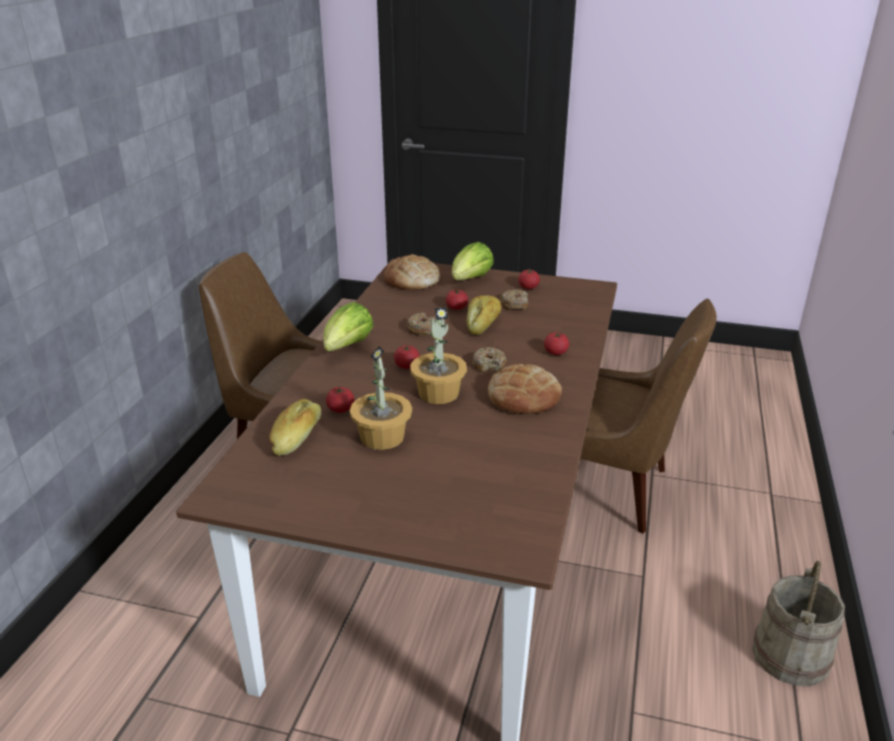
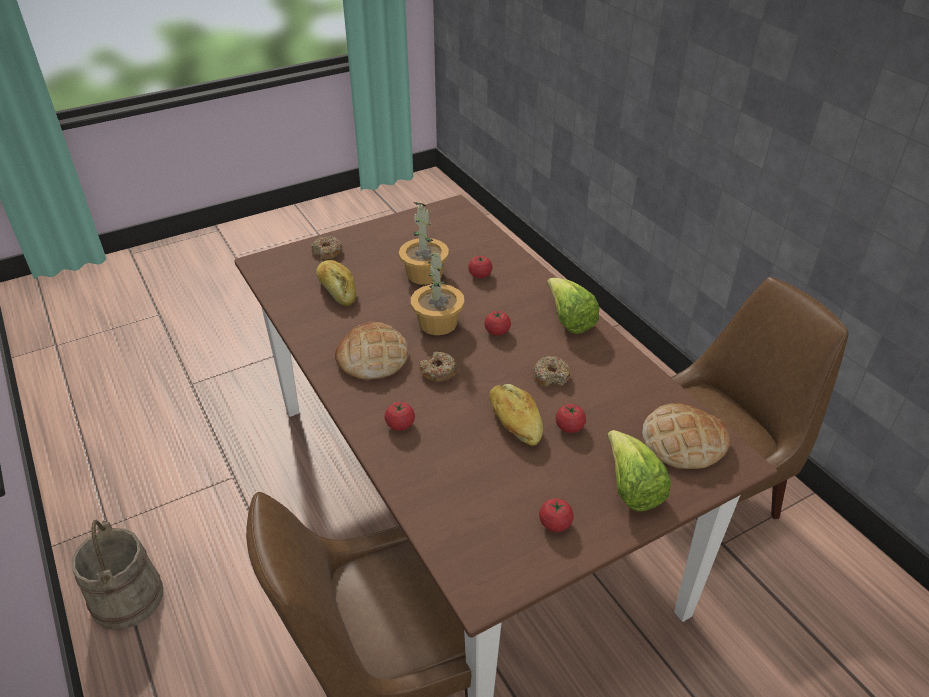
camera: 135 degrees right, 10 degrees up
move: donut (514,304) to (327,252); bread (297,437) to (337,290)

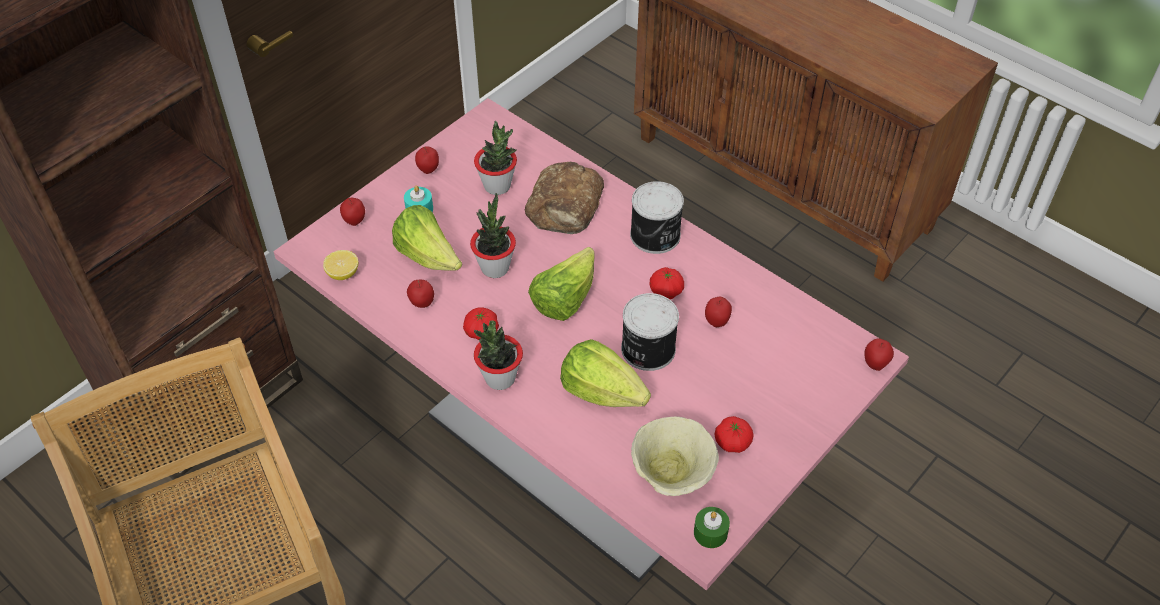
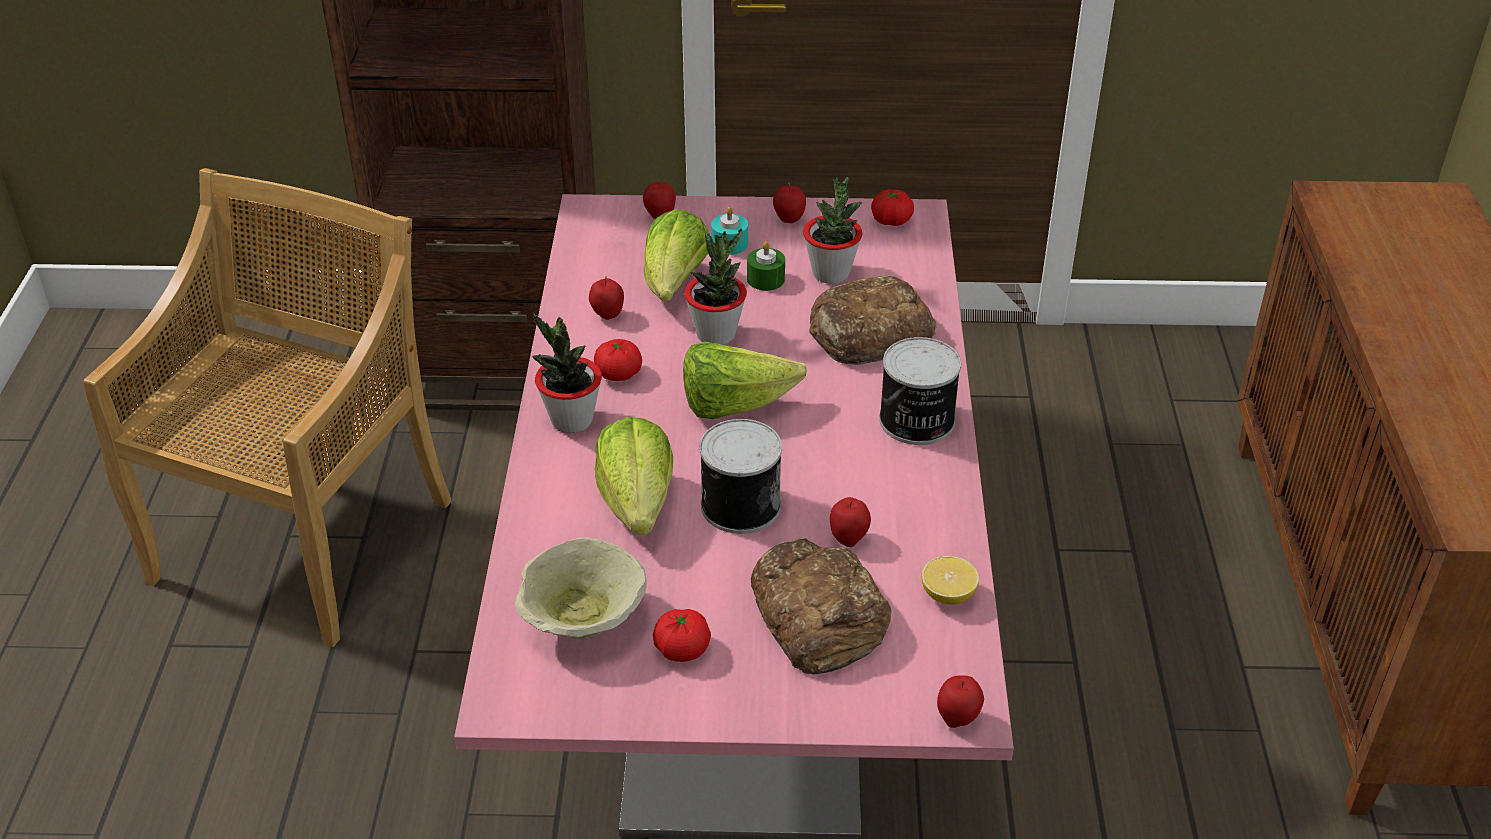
camera: 50 degrees right, 10 degrees down
insert: bread (818,616)
move: lemon (343,273) to (948,595); tomato (666,291) to (891,221); green_candle (710,532) to (766,279)

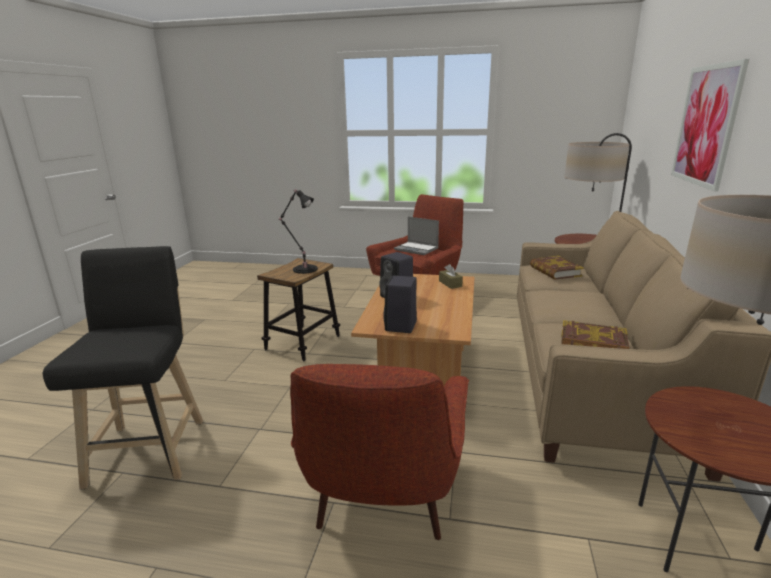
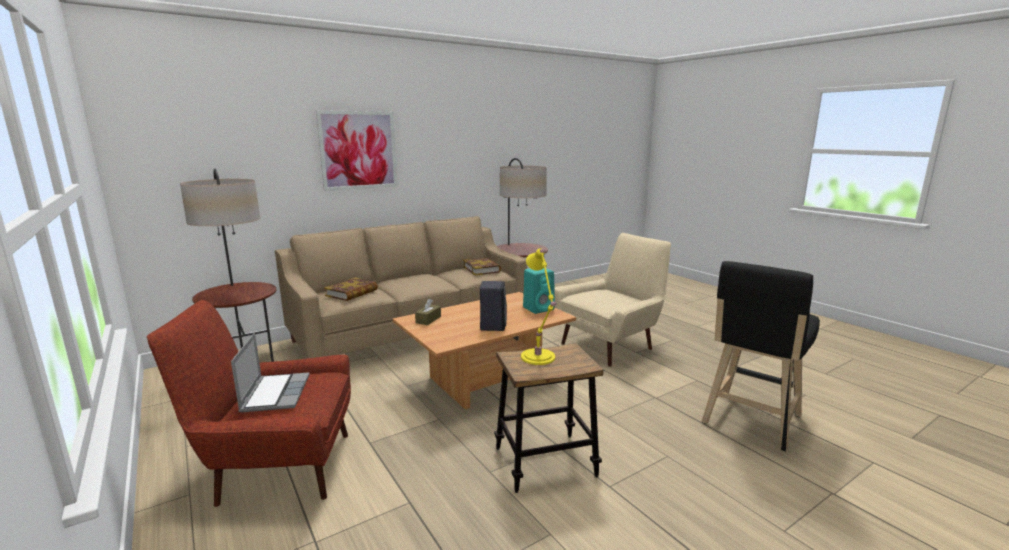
camera: 135 degrees left, 5 degrees down
recolor: black_table_lamp (303,269) to yellow_table_lamp (538,358); black_speaker (401,327) to turquoise_speaker (539,308); red_armchair (383,496) to beige_armchair (610,345)

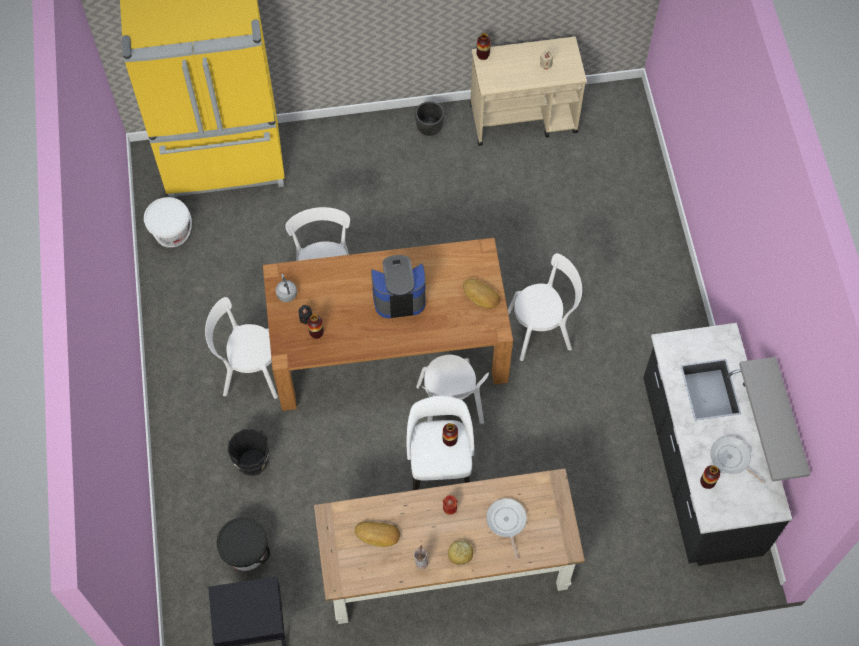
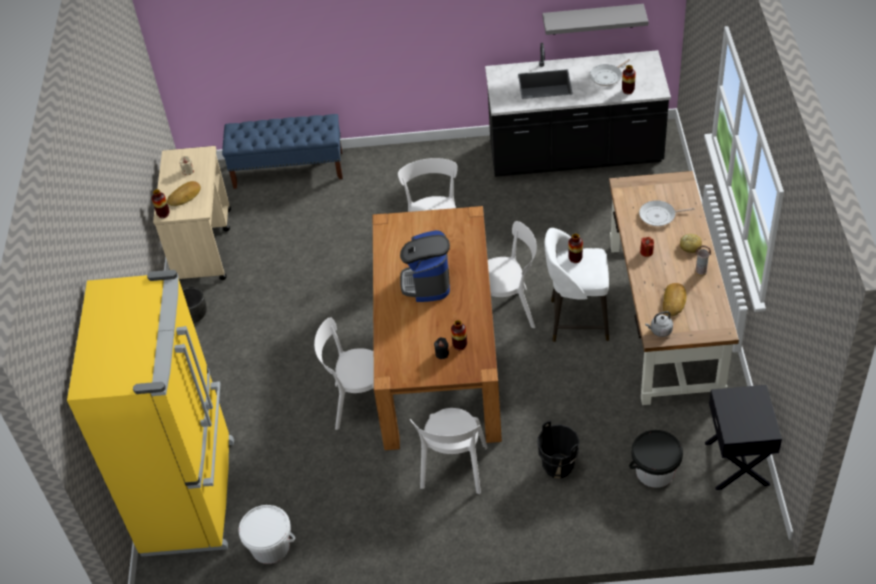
camera: 80 degrees left, 15 degrees down
insert: blue_bench (288,170)
move: grey_kettle (286,293) to (660,331); bread (480,295) to (185,196)

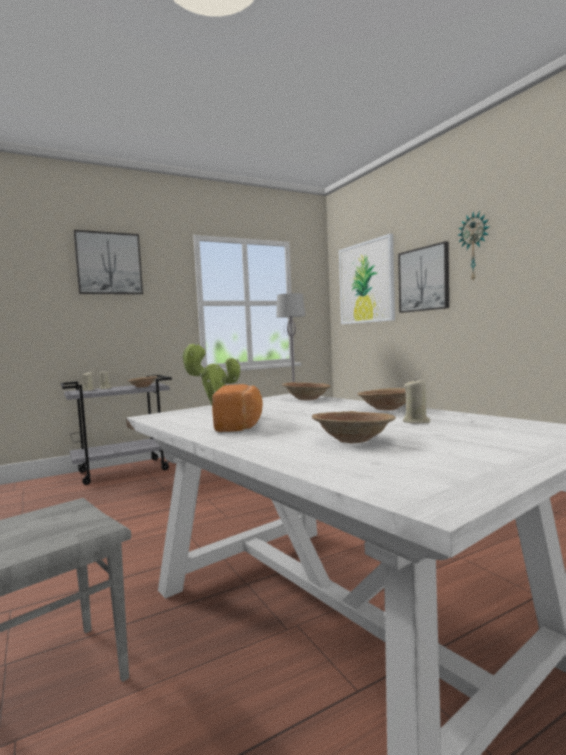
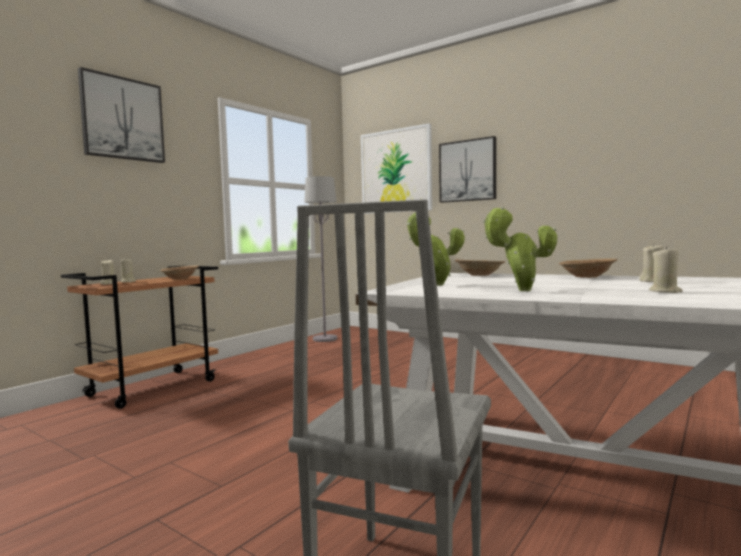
camera: 25 degrees left, 0 degrees up
delete: wall_clock (475,247)
replace: bread (241,425) to potted_plant (520,290); brown_bowl (353,440) to beige_candle (665,291)
recolor: grey_cart (124,470) to brown_cart (153,388)

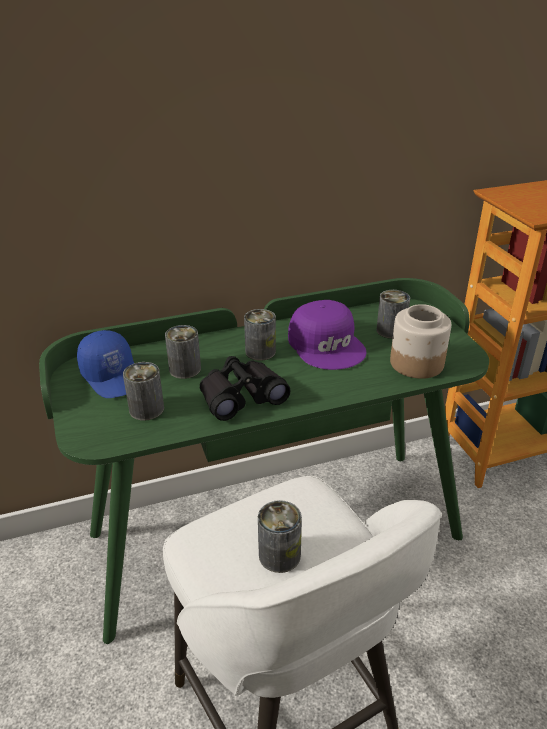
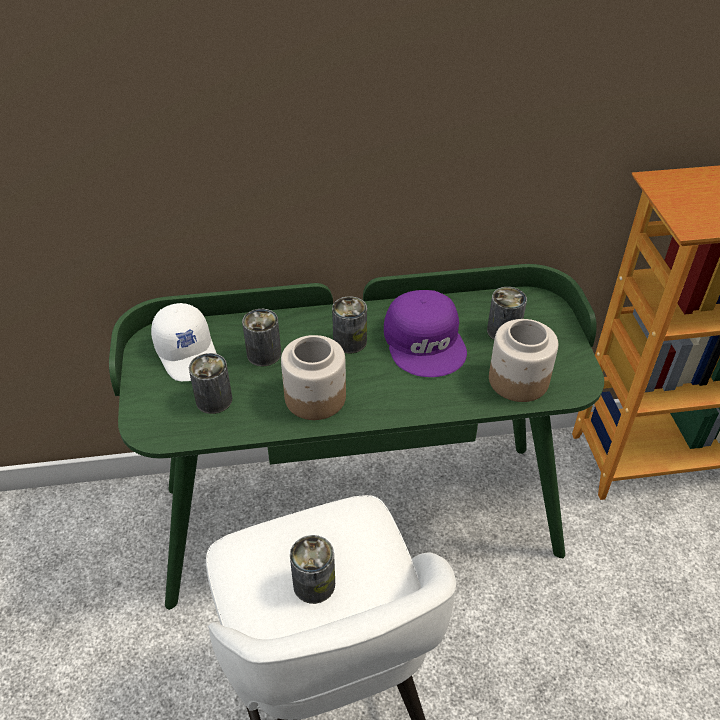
camera: 10 degrees right, 10 degrees up
replace: black_binoculars (241,397) to jar (314,398)
recolor: blue_cap (113,376) to white_cap (188,353)

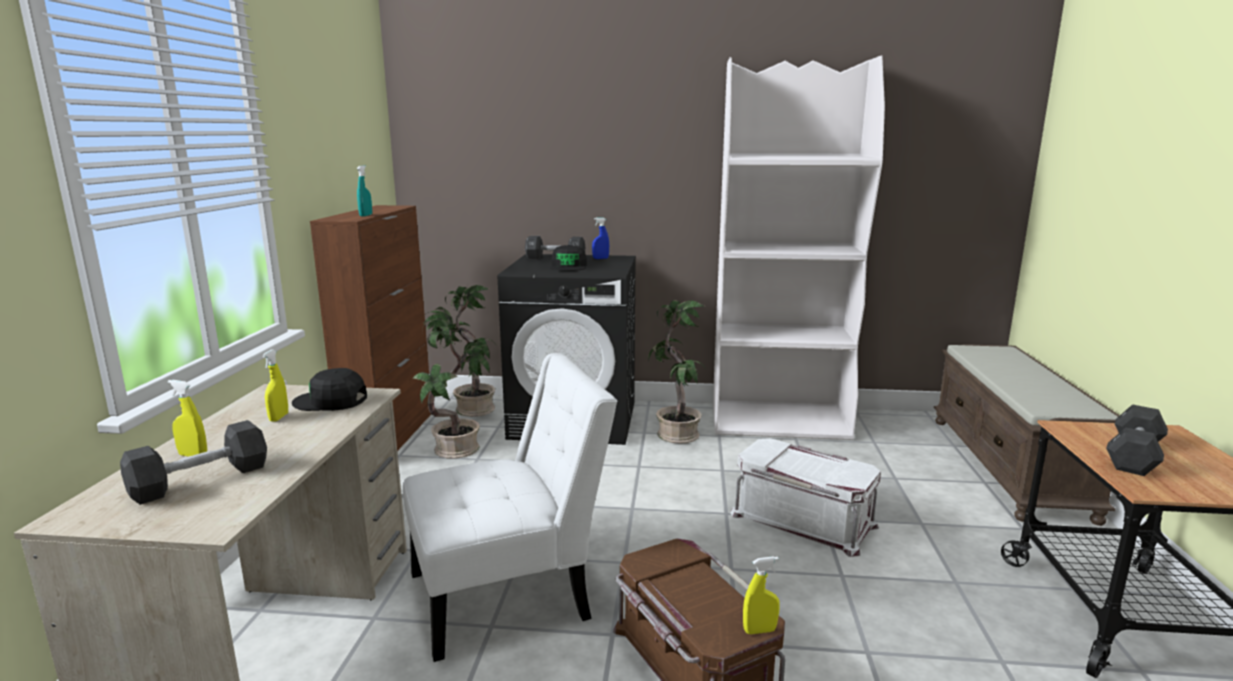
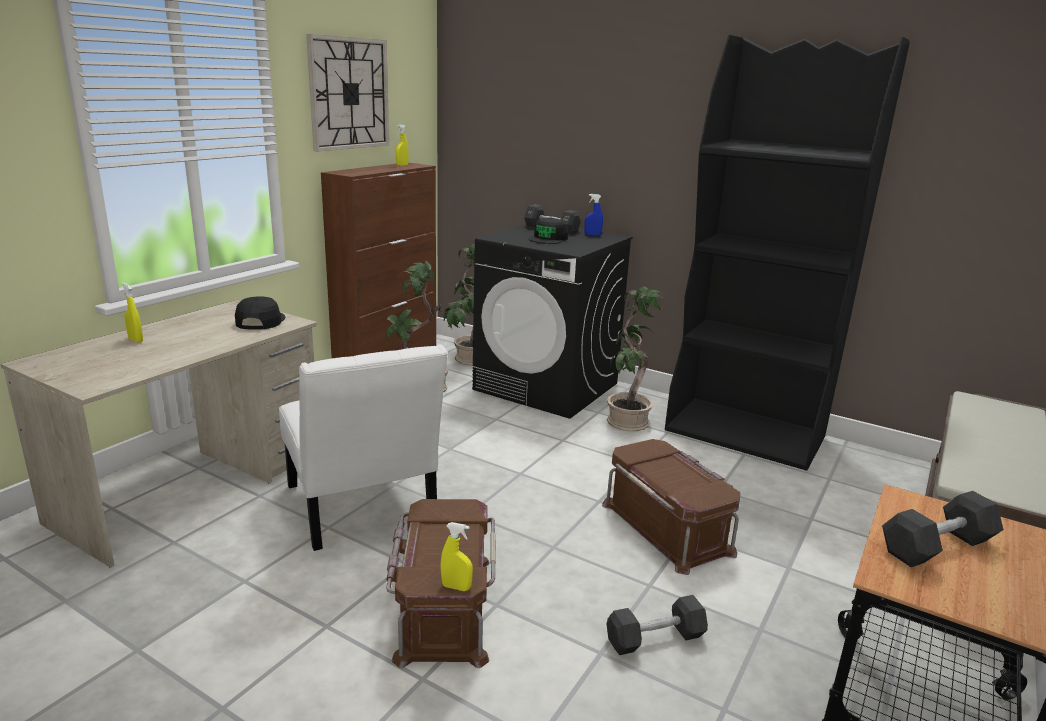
camera: 25 degrees right, 5 degrees up
delete: turquoise_spray_bottle (366,215)
insert: wall_clock (349,94)
move: yellow_spray_bottle (279,417) to (402,165); black_dumbbell (200,480) to (655,638)
recolor: white_bookcase (780,421) to black_bookcase (746,434); white_storage_box (803,519) to brown_storage_box (668,527)
rotate: white_chair (509,593) = (362,508) 60 degrees clockwise; black_cap (331,401) = (260,321) 60 degrees clockwise

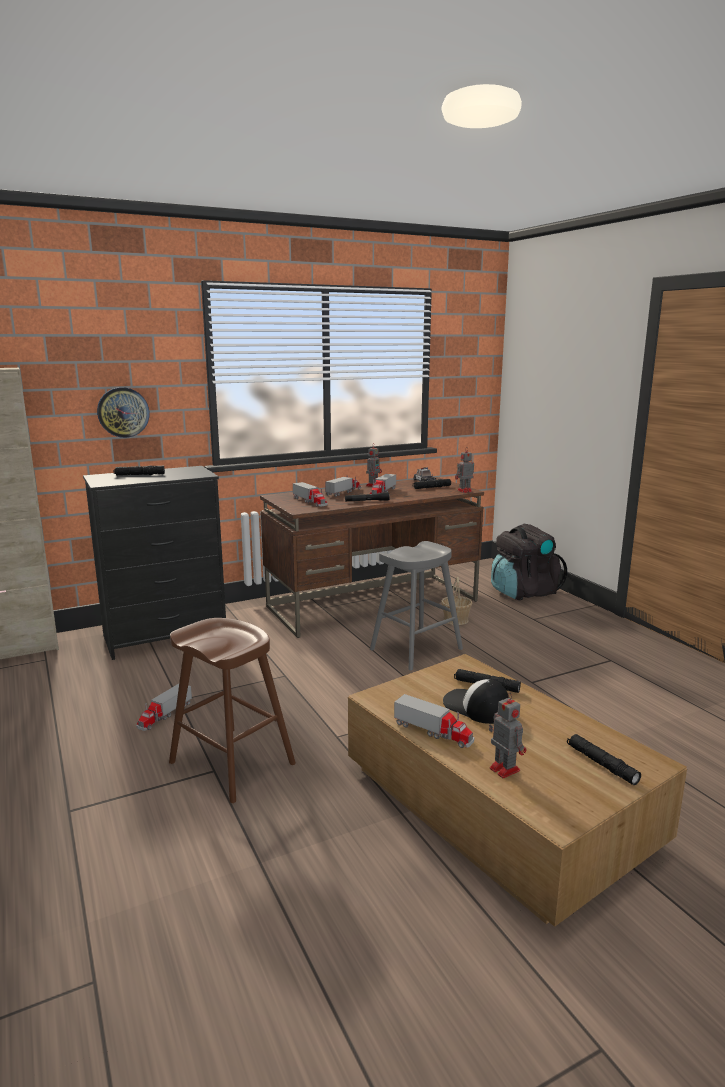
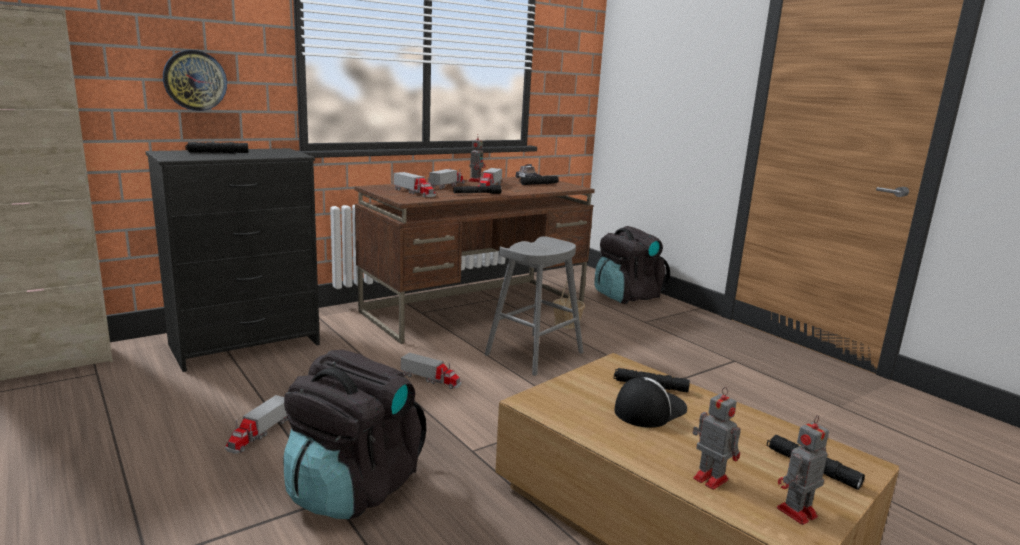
camera: 10 degrees left, 0 degrees up
move: toy_robot (464,491) to (795,513); toy_truck (434,732) to (431,379)
replace: brown_stool (231,763) to black_backpack (353,488)
rotate: cap (476,707) = (649,409) 105 degrees clockwise

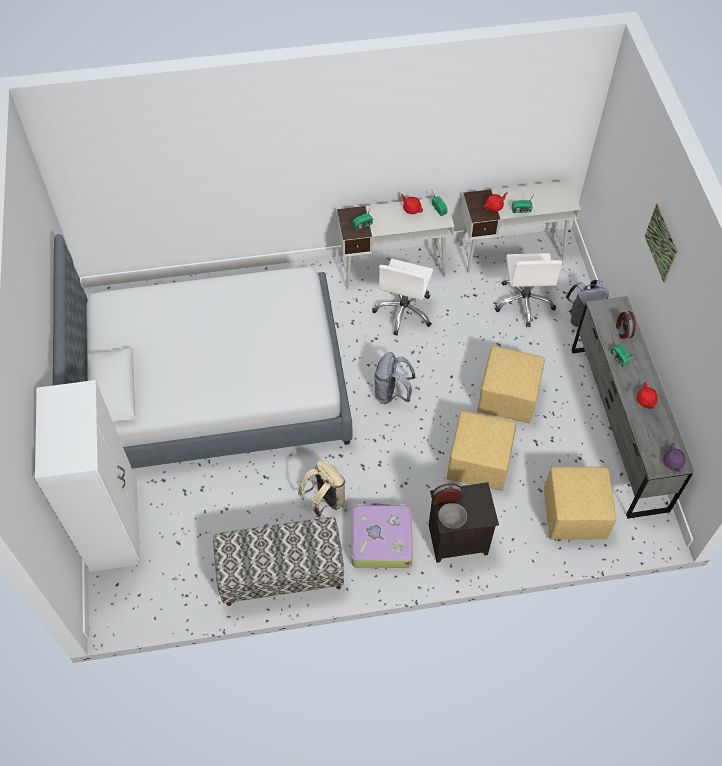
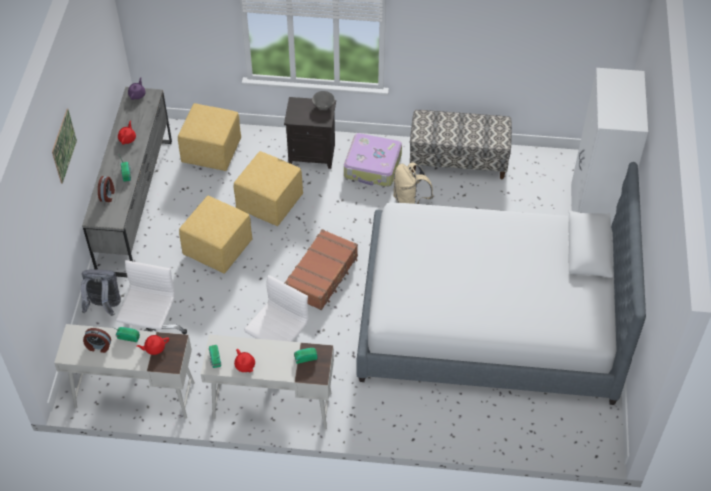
camera: 165 degrees left, 5 degrees down
move: alarm_clock (446,498) to (98,346)
replace: grey_backpack (392,393) to brown_suitcase (322,275)

